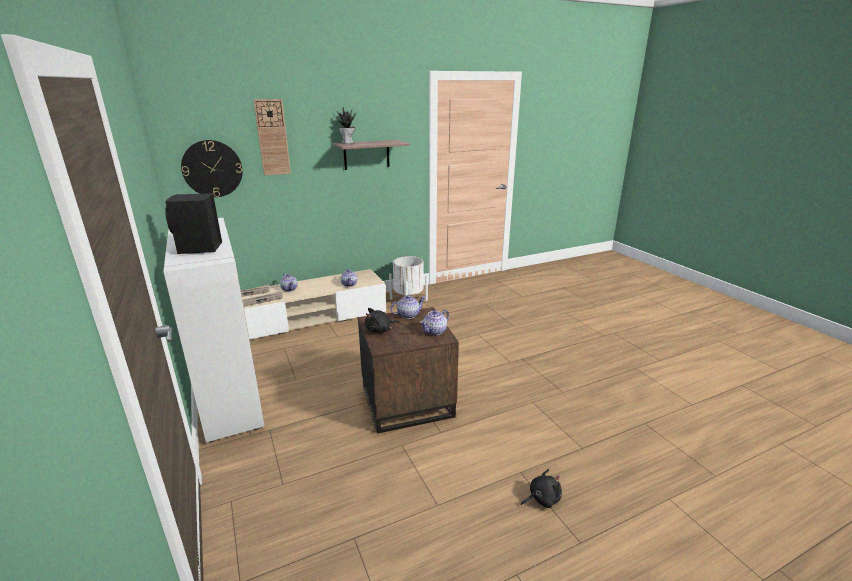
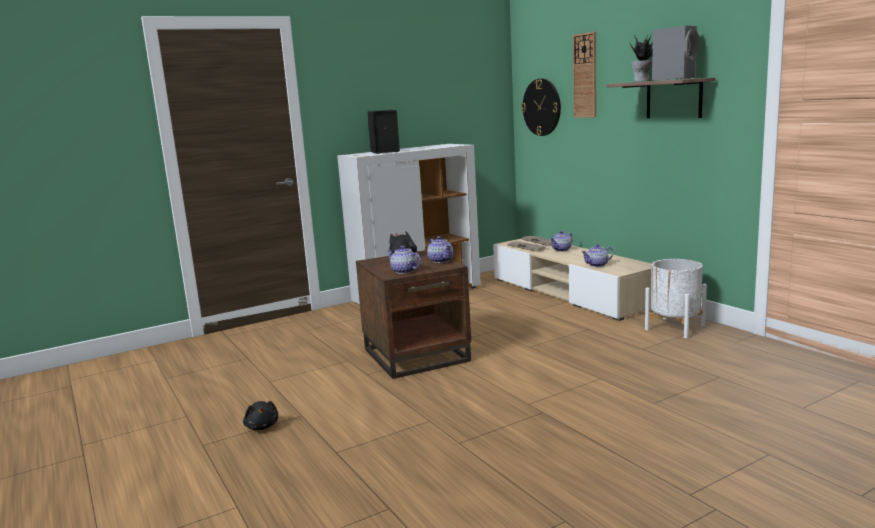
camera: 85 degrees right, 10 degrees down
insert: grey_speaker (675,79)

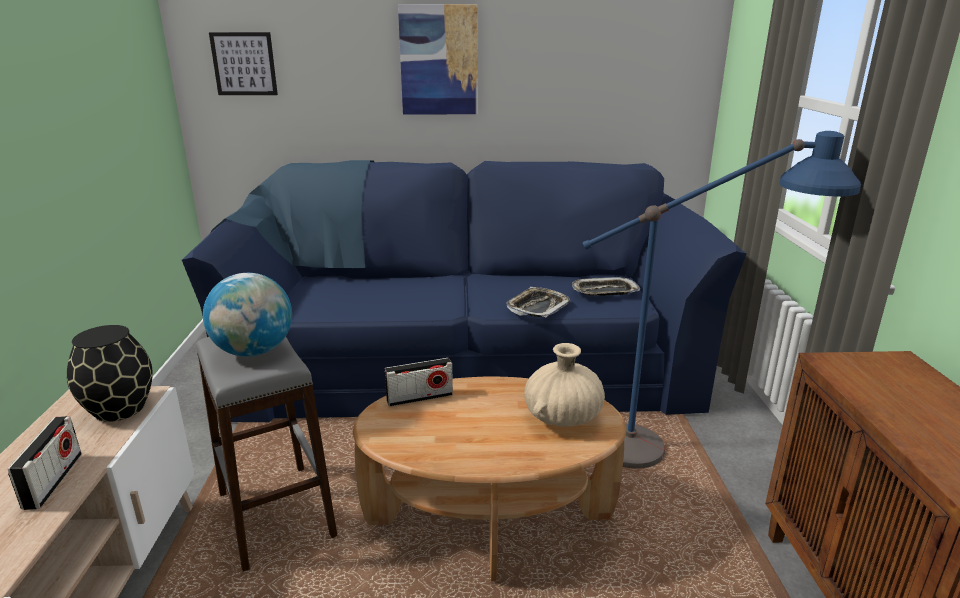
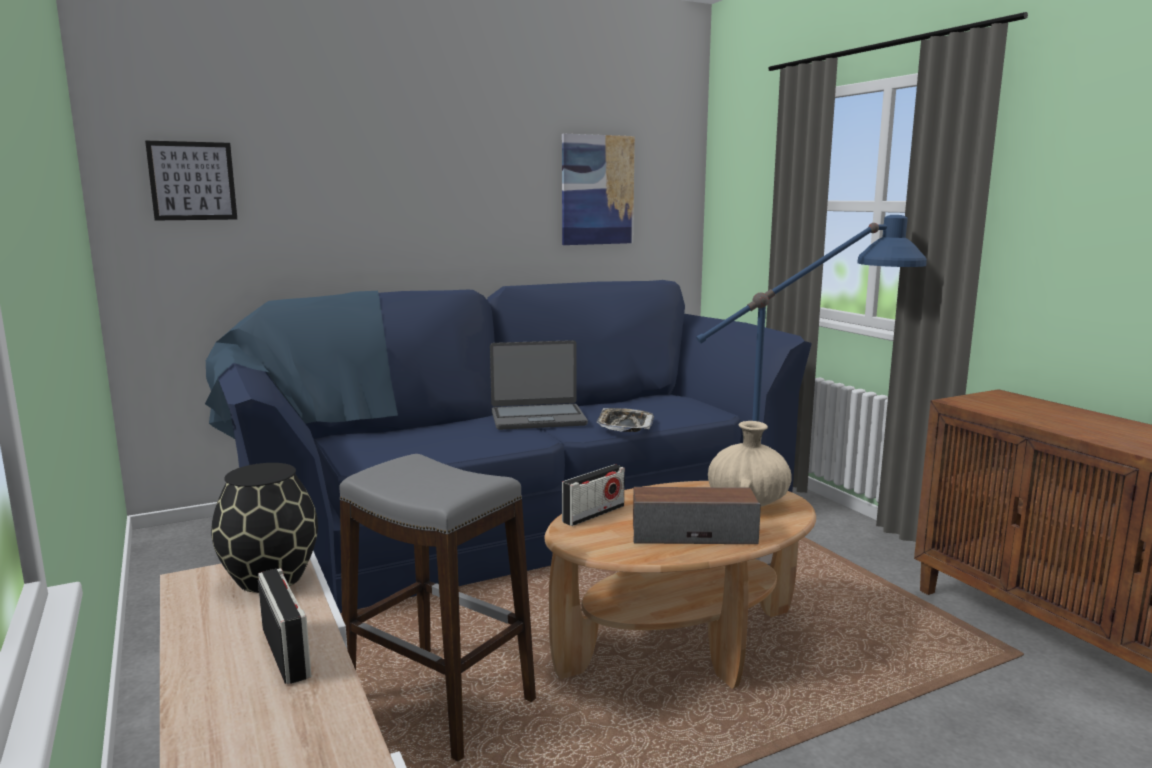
camera: 25 degrees left, 10 degrees down
delete: globe (254,351); tray (604,292)
insert: laptop (538,418); speaker (693,534)
move: picture (439,60) to (597,190)

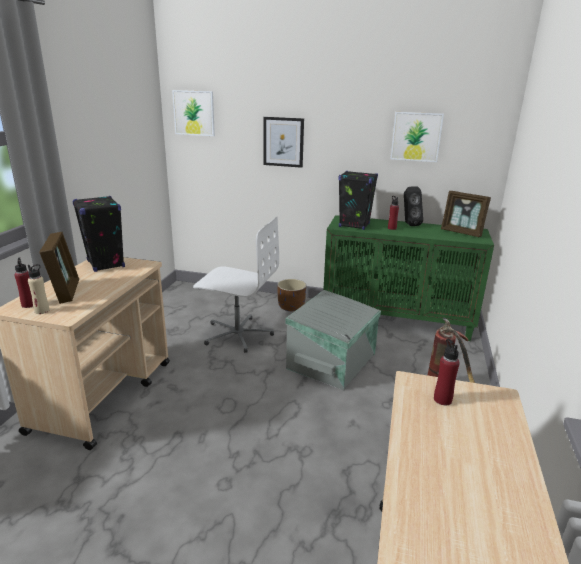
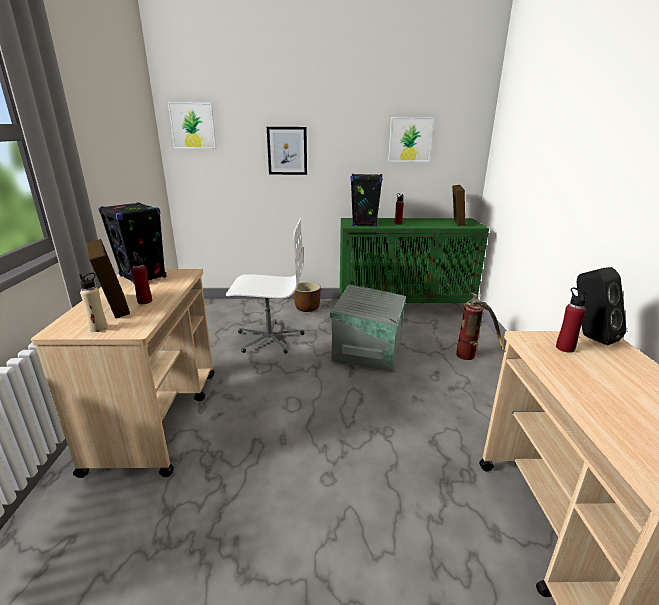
camera: 15 degrees left, 0 degrees up
move: black_speaker (409,224) to (589,337); red_bottle (29,304) to (145,301)
rotate: picture_frame (462,232) = (456,222) 105 degrees counterclockwise

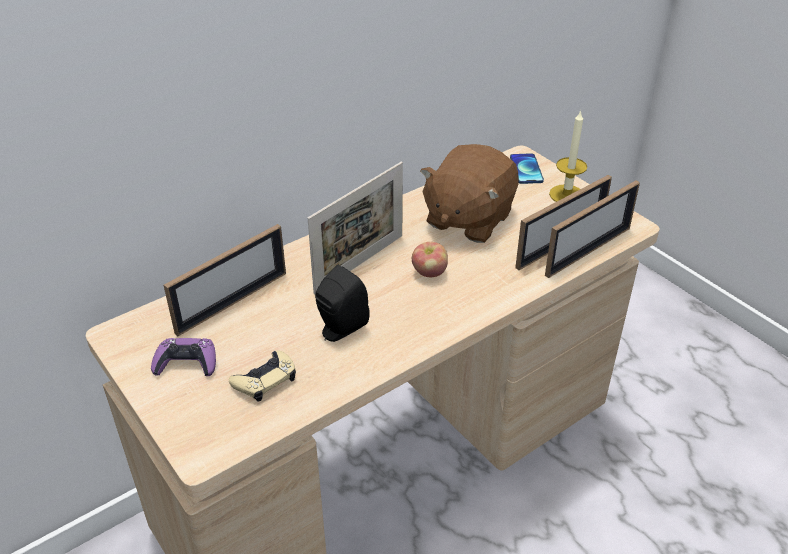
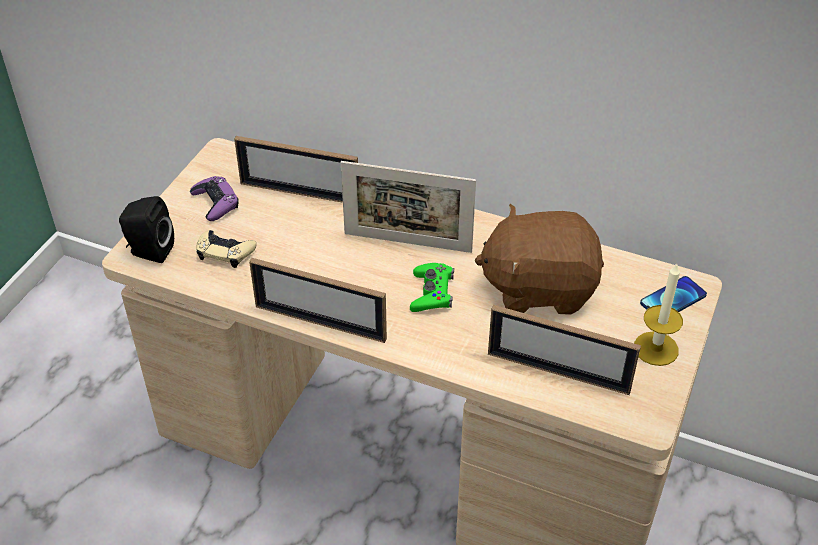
camera: 60 degrees right, 5 degrees up
move: picture_frame (588,251) to (320,322); black_speaker (340,329) to (149,251)
replace: apple (429,272) to green_game_controller (432,293)

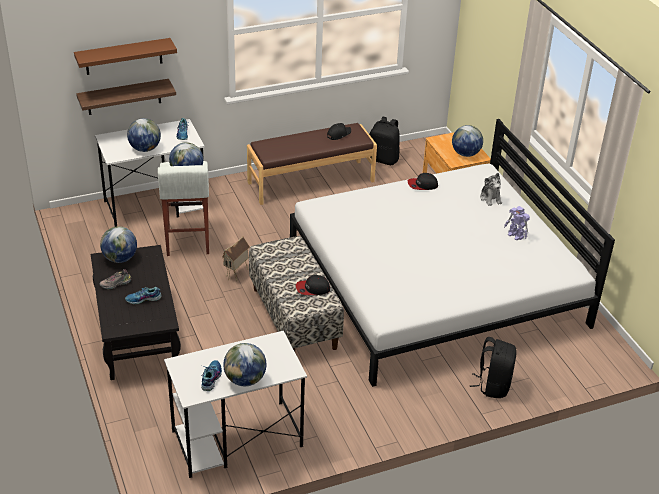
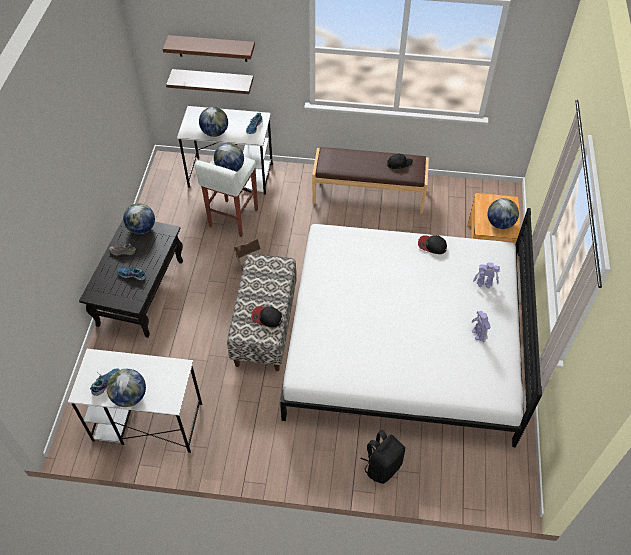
camera: 30 degrees right, 15 degrees up
delete: black_backpack (383,159)
replace: plush_toy (490,198) to toy_robot (484,283)

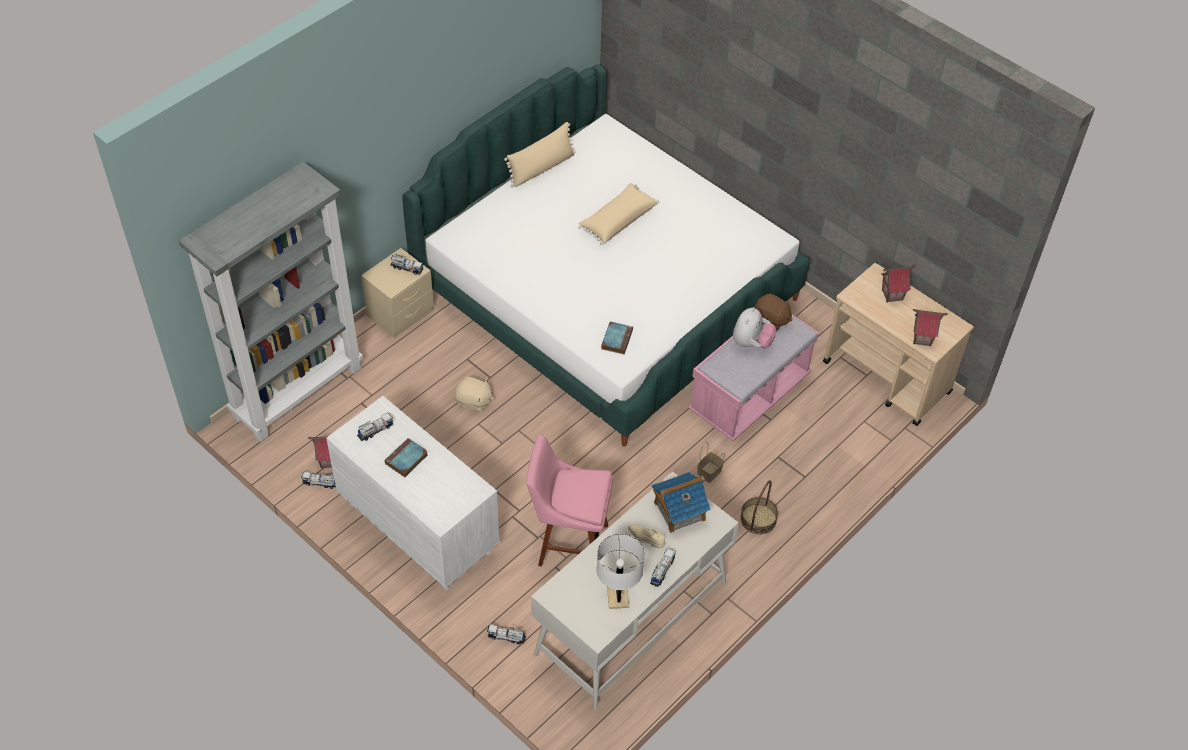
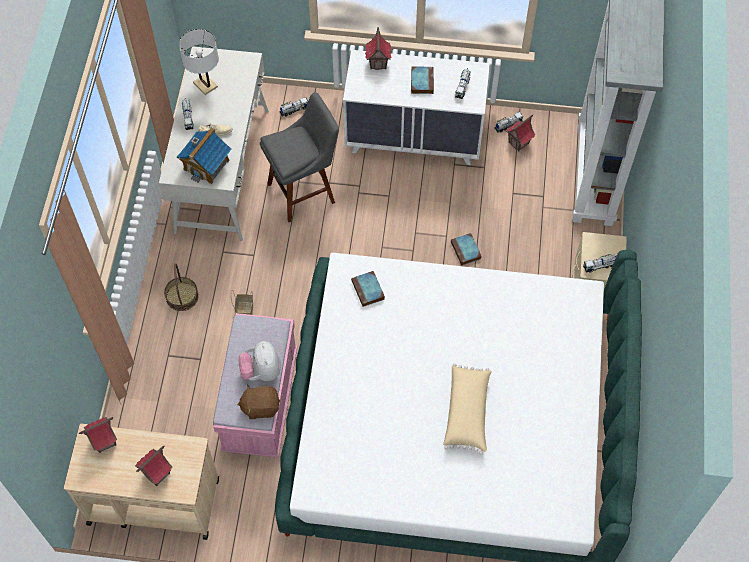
camera: 145 degrees right, 10 degrees up
delete: beige_pillow (541,168)
insert: toy_house (378,63)
replace: beige_plush_toy (474,401) to book (466,251)
recolor: pink_stool (568,544) to grey_stool (304,191)

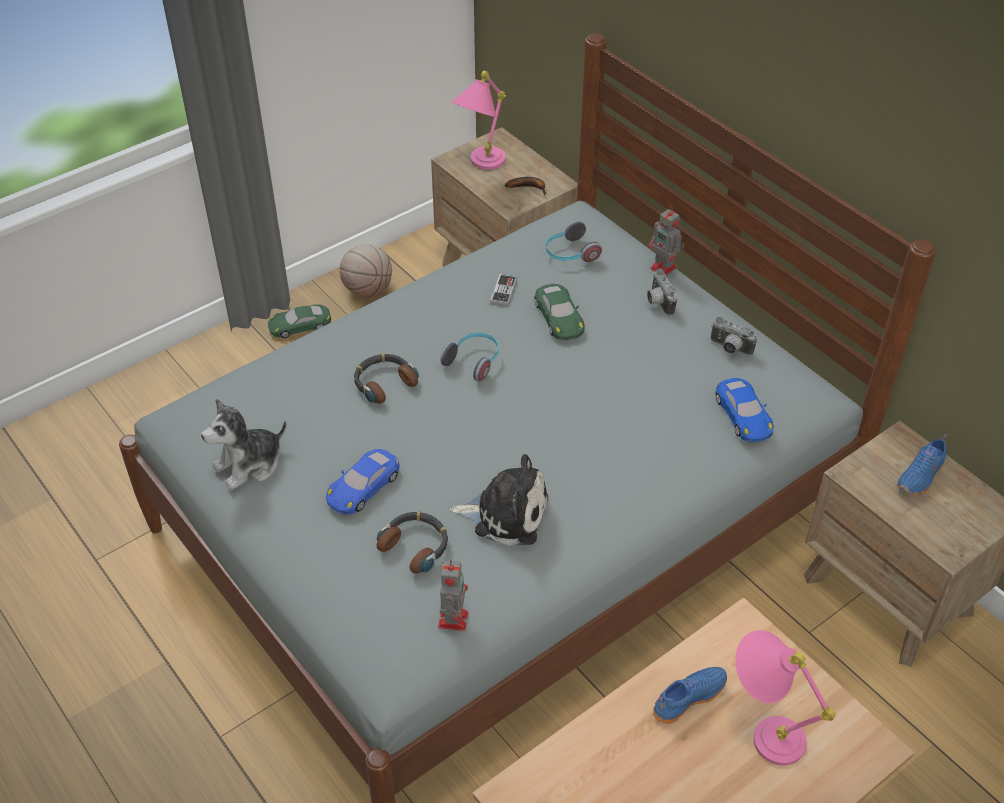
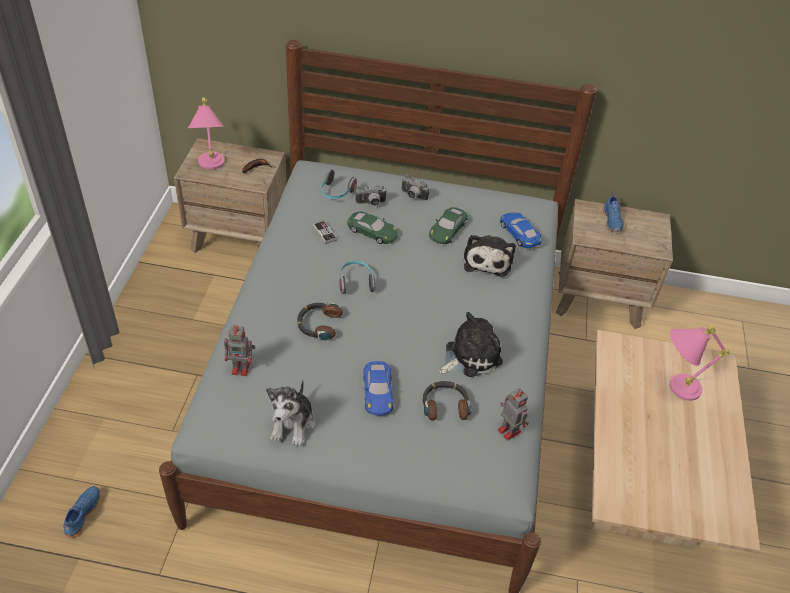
camera: 45 degrees left, 0 degrees up
delete: basketball (368,290)
insert: plush_toy (487,260)
move: toy_robot (664,268) to (242,368); green_toy_car (300,325) to (447,229); photo_camera (729,349) to (371,203); blue_shoe (687,697) to (82,514)
rotate: blue_toy_car (743,415) = (519,233) 150 degrees counterclockwise

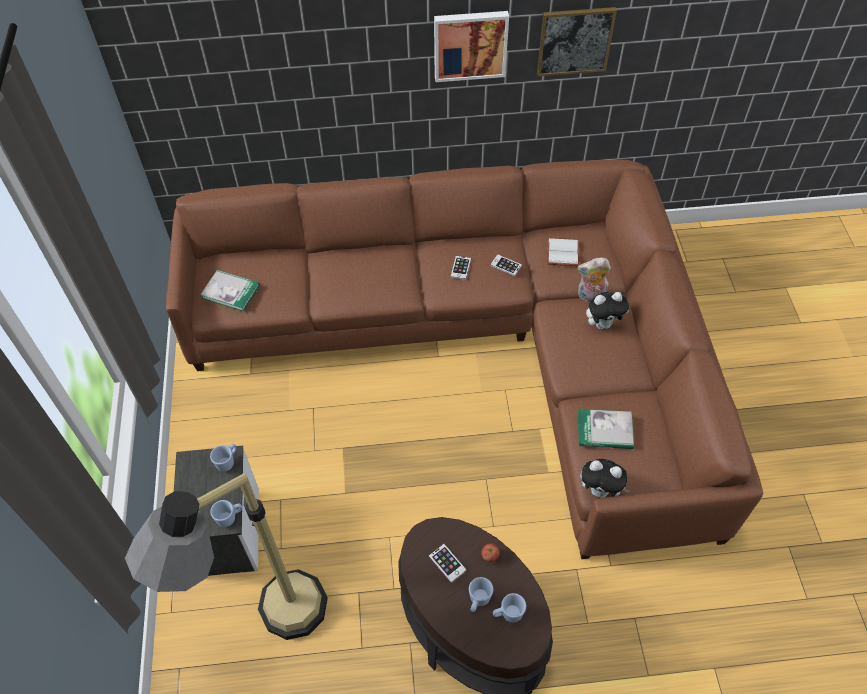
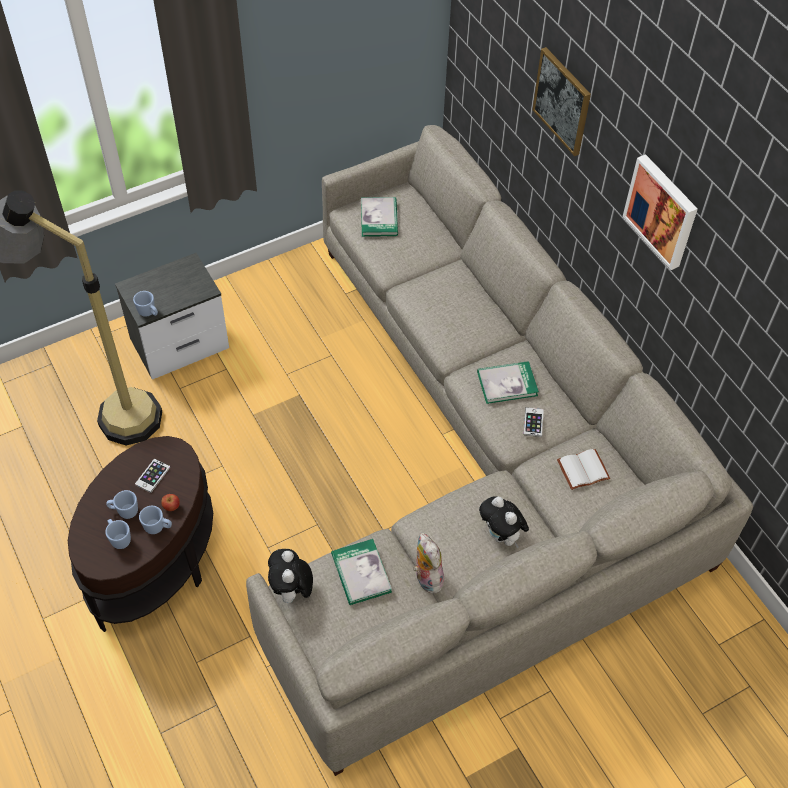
camera: 65 degrees right, 0 degrees up
move: picture (575,41) to (562,101); plush_toy (590,296) to (426,577); blue_mug (228,461) to (158,527)
replace: phone (460,268) to book (507,384)
recolor: brown_sofa (483,344) to grey_sofa (478,469)

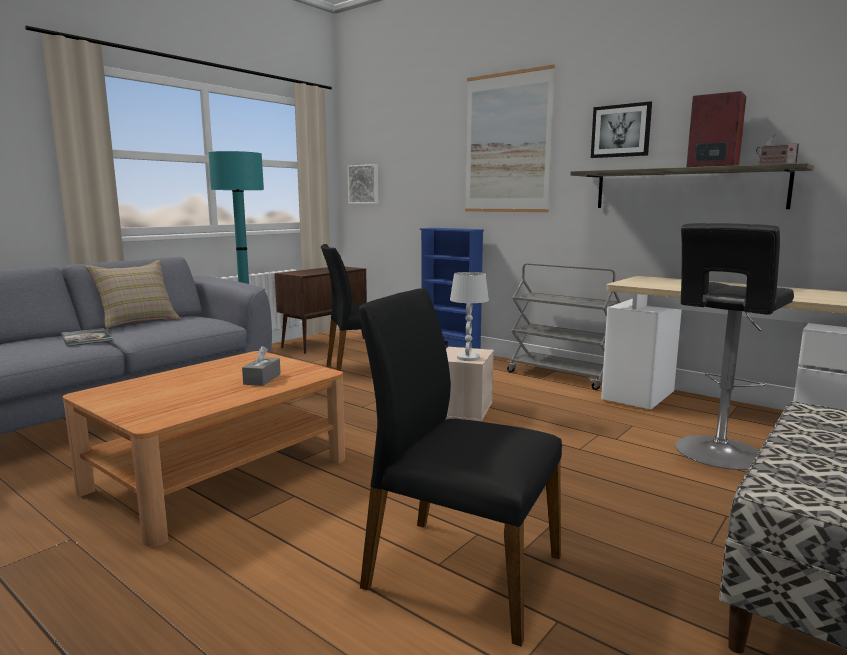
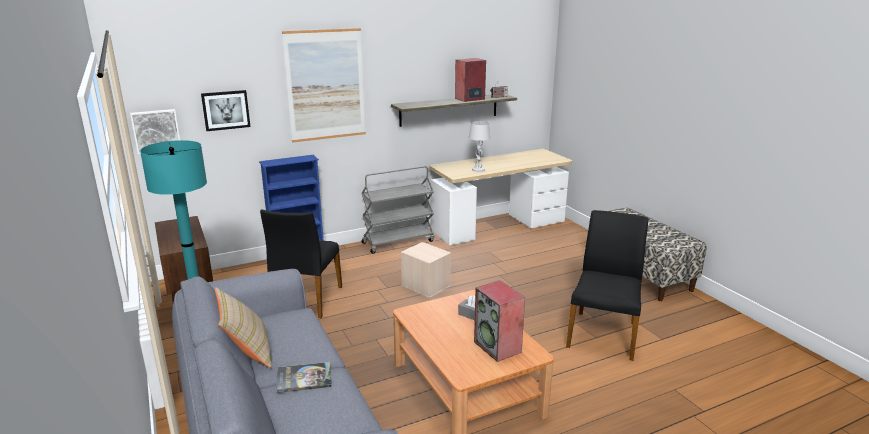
camera: 65 degrees left, 10 degrees up
delete: black_stool (717,454)
insert: speaker (498,347)
move: picture (621,131) to (226,110); white_table_lamp (468,358) to (478,169)
rotate: black_chair (461,571) = (603,334) 150 degrees clockwise

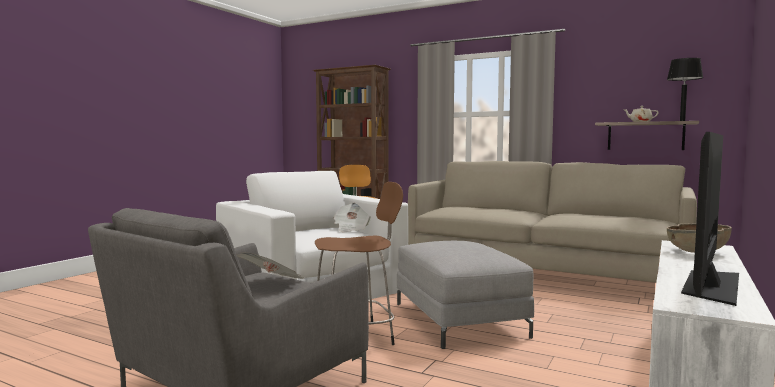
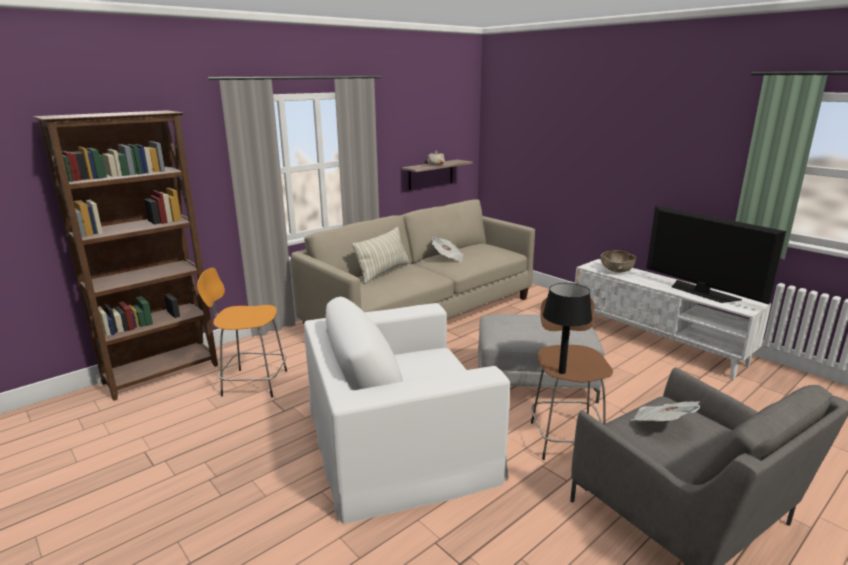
camera: 70 degrees left, 15 degrees up
insert: pillow (383,272)
move: black_table_lamp (682,121) to (562,372); newspaper (352,229) to (448,258)

